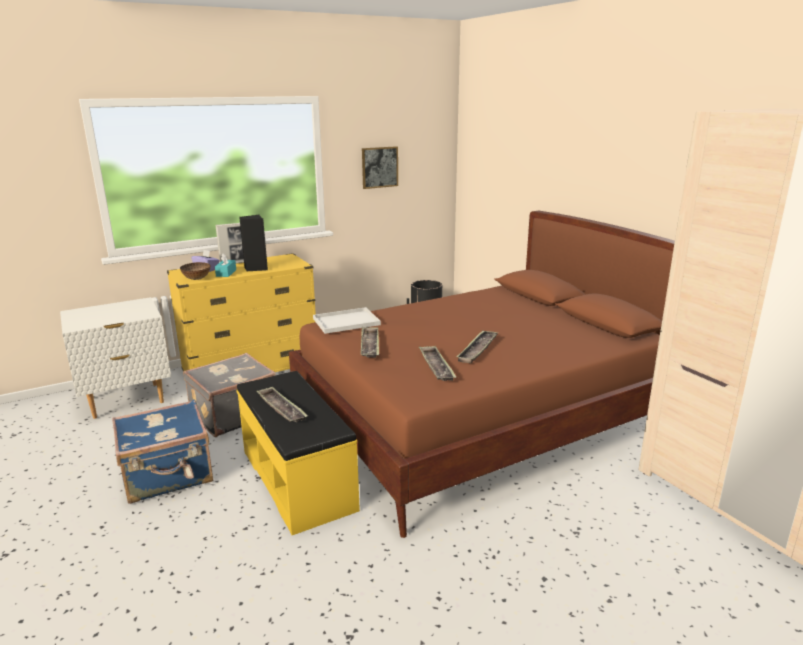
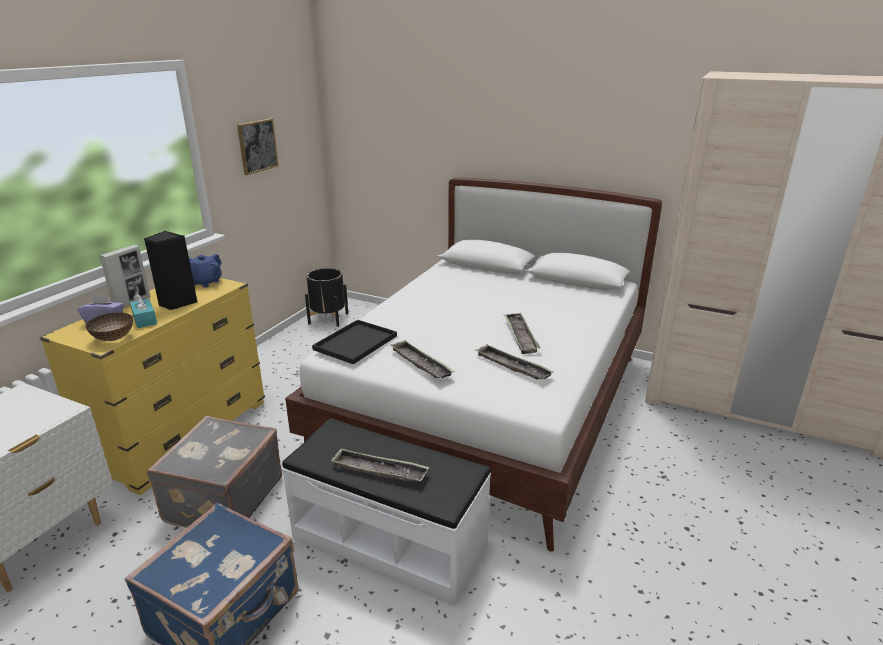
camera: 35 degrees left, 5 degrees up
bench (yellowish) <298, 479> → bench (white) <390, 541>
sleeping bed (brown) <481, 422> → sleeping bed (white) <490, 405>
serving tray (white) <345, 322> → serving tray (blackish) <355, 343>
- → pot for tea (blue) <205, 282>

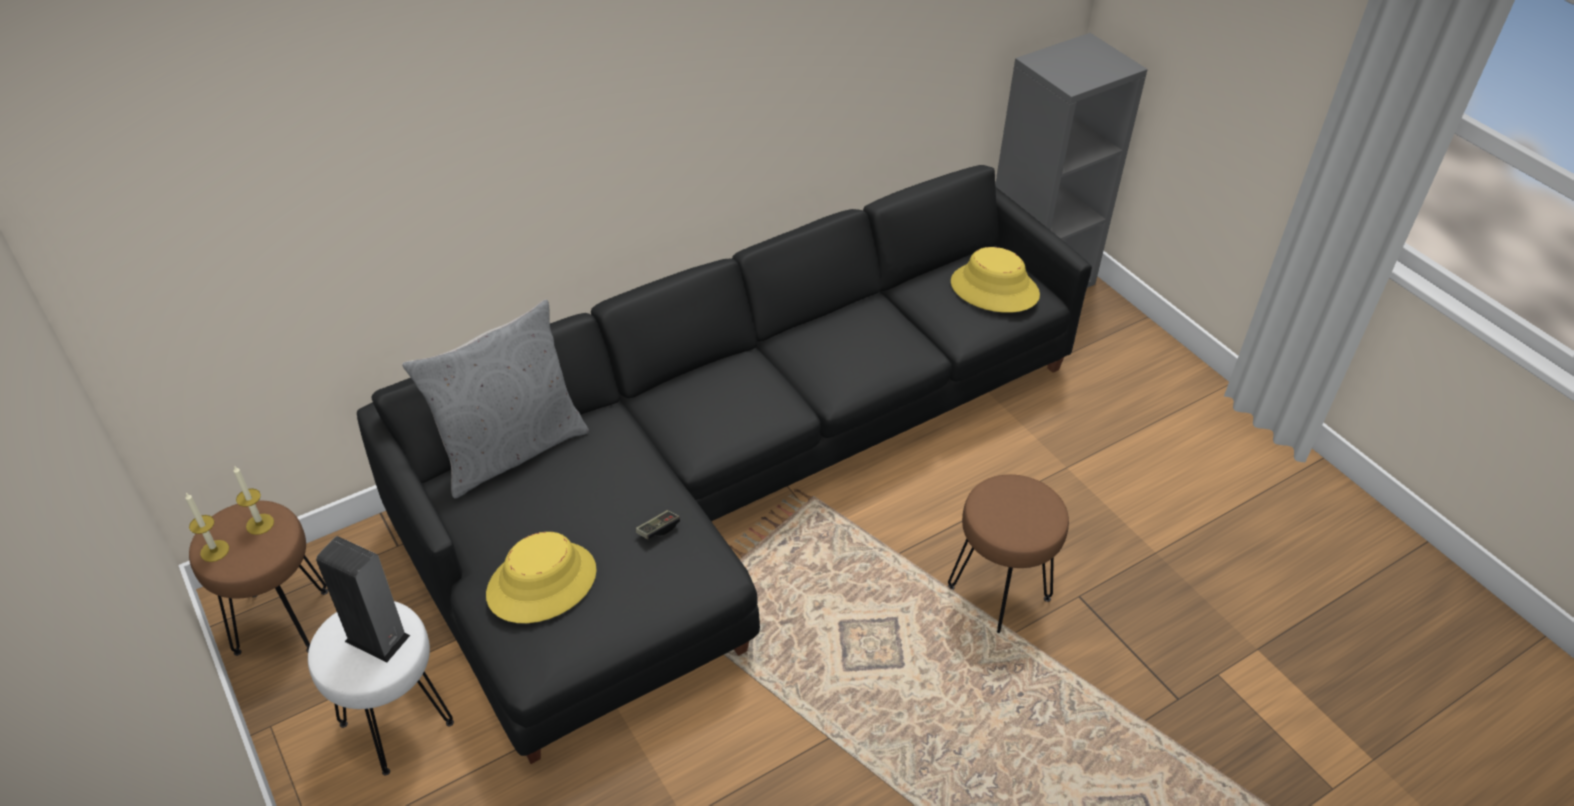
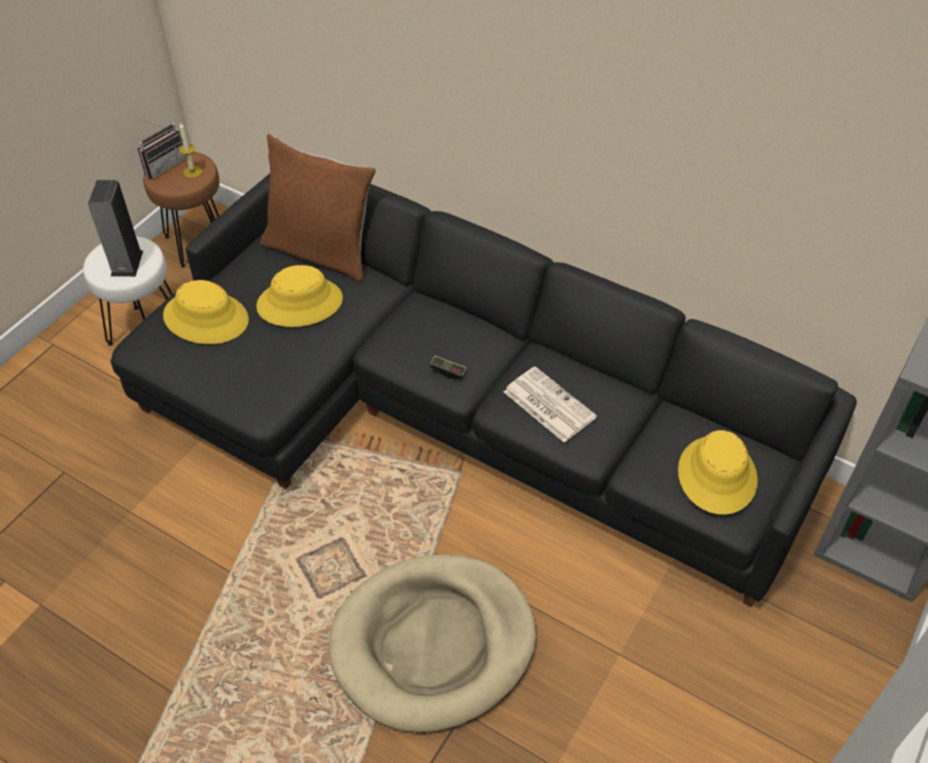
camera: 65 degrees right, 5 degrees up
wax light <214, 551> → radio set <163, 165>
throw pillow (grey) <510, 449> → throw pillow (brown) <321, 251>
game controller <658, 529> → game controller <448, 371>, relocated
stool seat (brown) <998, 592> → pet bed (sand-coloured) <433, 644>
- → clothing hat (yellowish) <300, 302>
- → newspaper <547, 404>

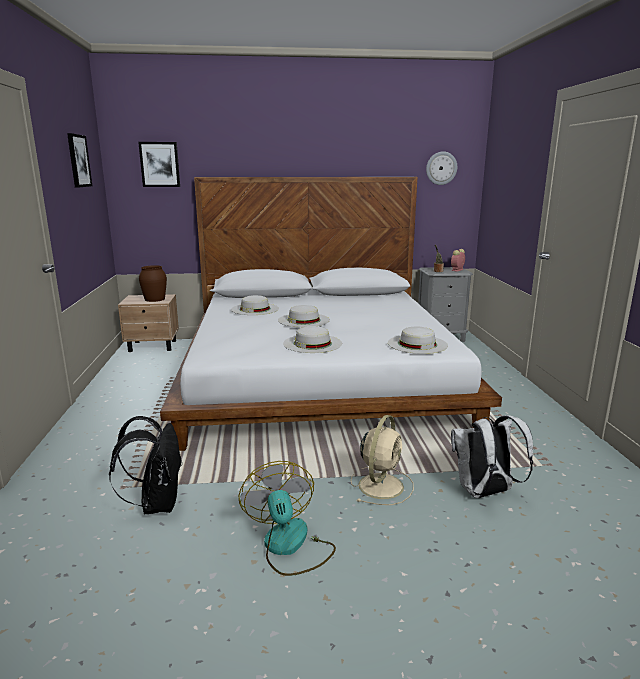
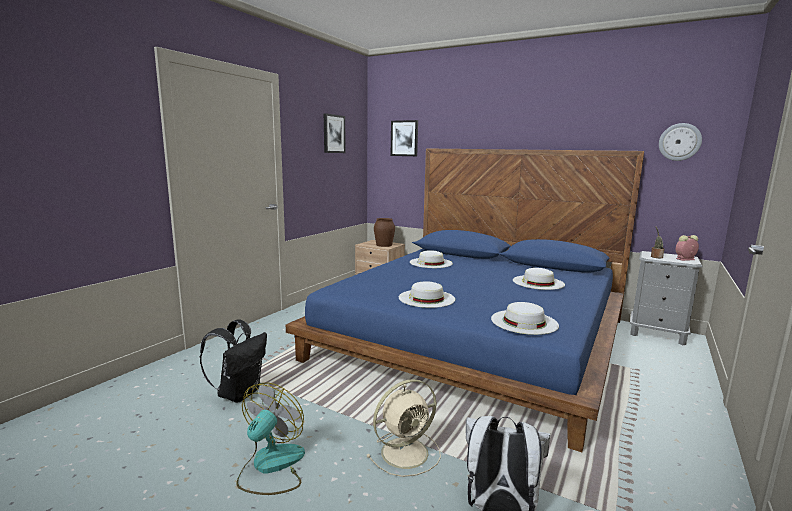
camera: 35 degrees right, 5 degrees down
sleeping bed (white) <318, 377> → sleeping bed (blue) <474, 338>
clothing hat (white) <303, 320> → clothing hat (white) <538, 282>, relocated

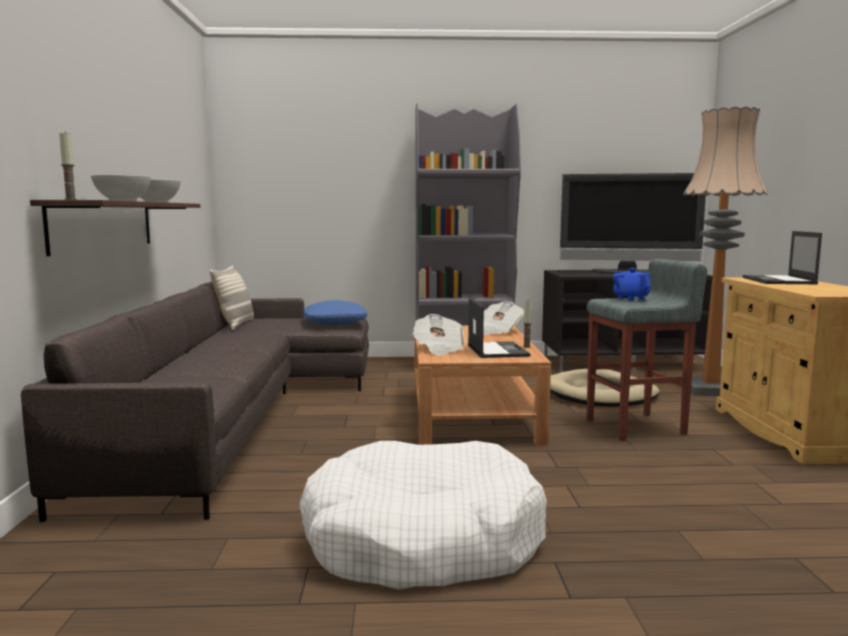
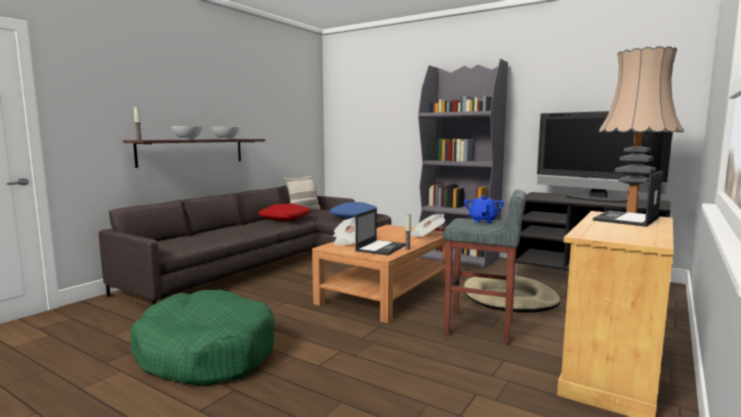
camera: 35 degrees right, 0 degrees up
pet bed (white) <422, 540> → pet bed (green-coloured) <206, 353>
- → throw pillow (red-coloured) <284, 218>

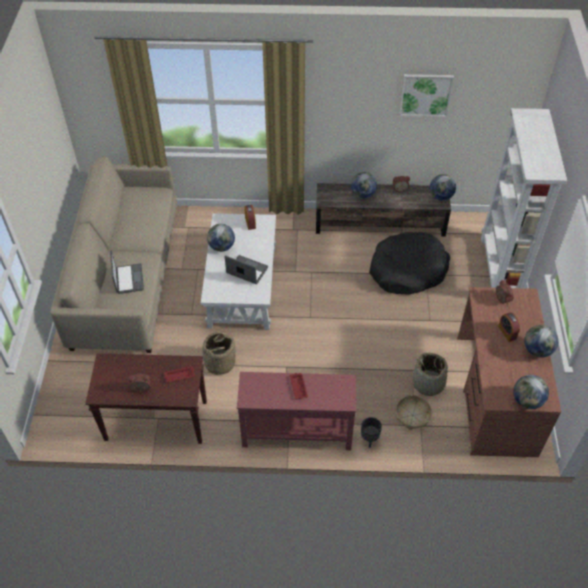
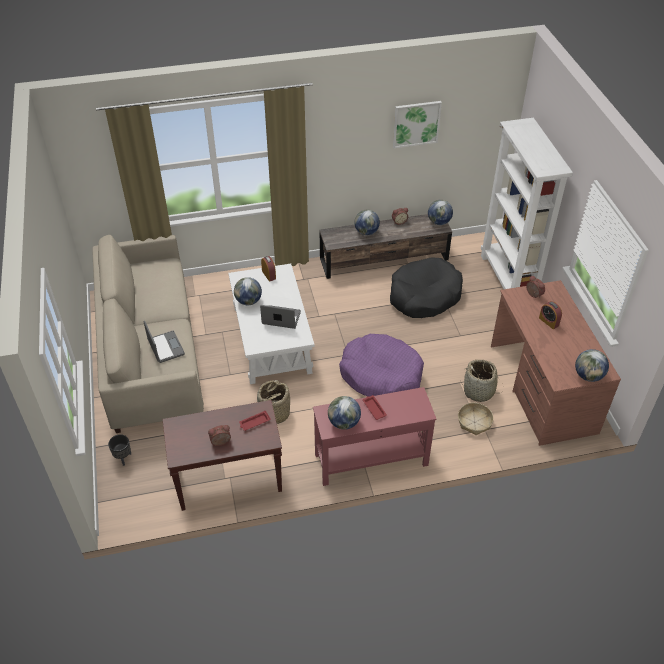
camera: 15 degrees left, 5 degrees down
flower pot (blackish) <369, 439> → flower pot (blackish) <123, 458>, relocated
desk globe <537, 350> → desk globe <344, 423>, relocated
- → pet bed (purple-coloured) <381, 375>

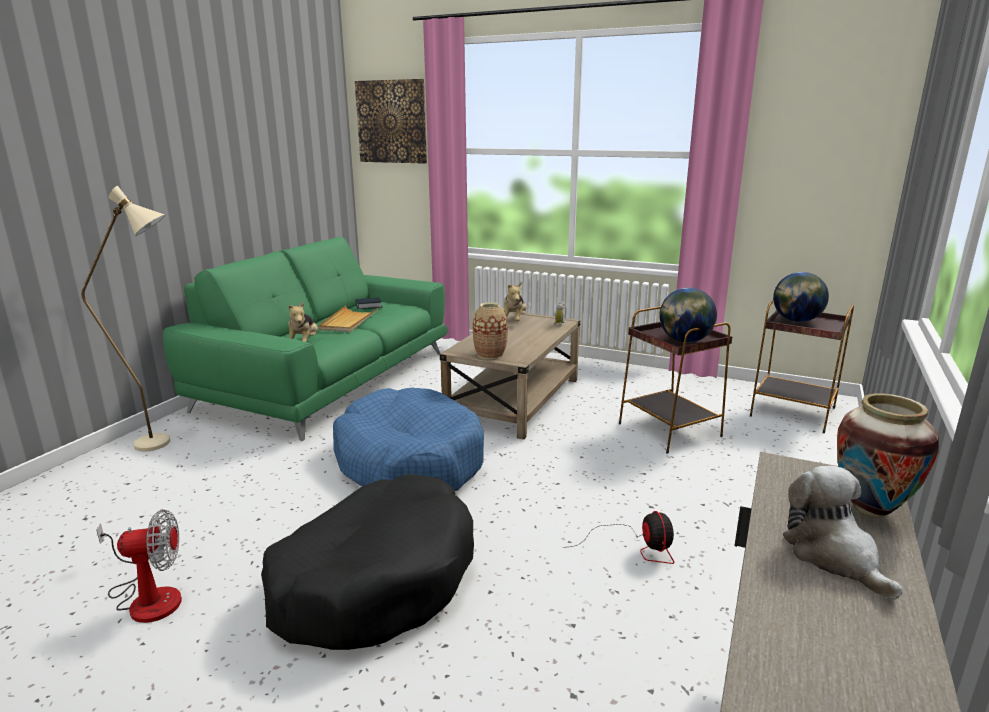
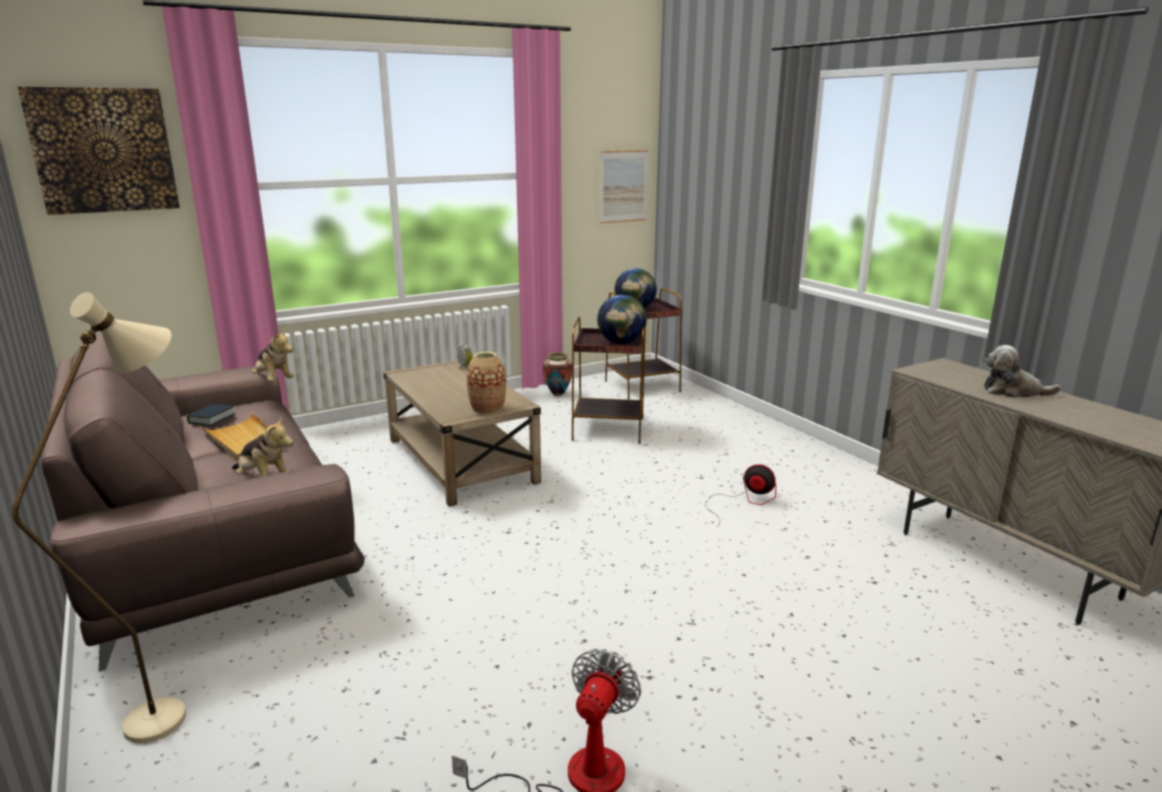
camera: 55 degrees left, 0 degrees up
sofa (green-coloured) <328, 380> → sofa (brown) <213, 537>
pet bed (blackish) <375, 579> → -
pet bed (blue) <409, 462> → -
cuddly toy <514, 321> → cuddly toy <273, 380>, relocated
decorative vase <869, 510> → decorative vase <557, 394>, relocated
- → picture <623, 186>

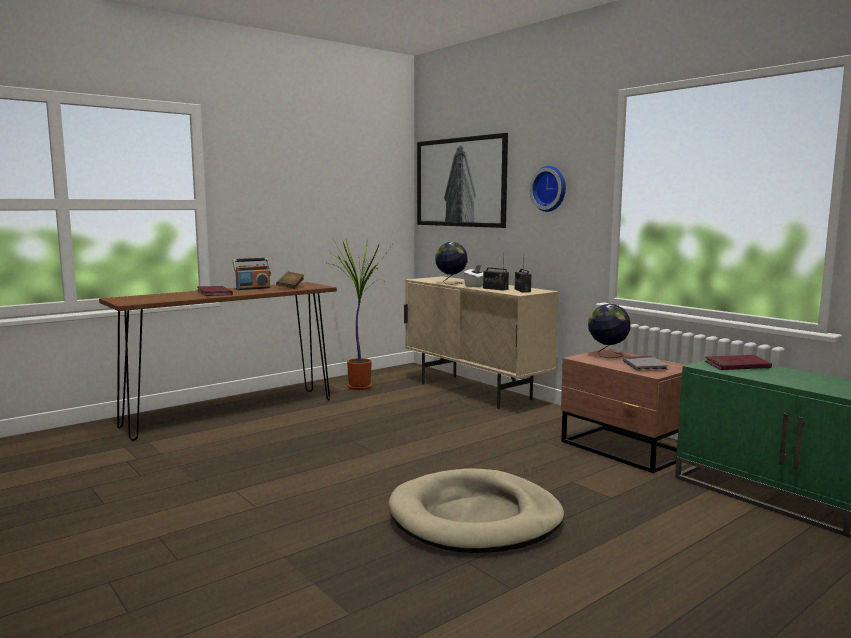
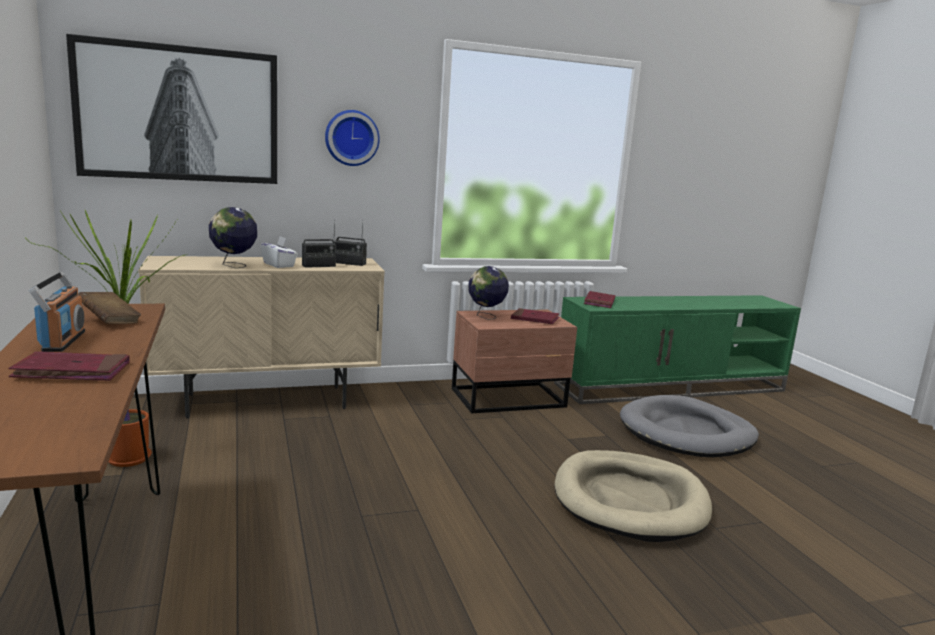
camera: 70 degrees left, 5 degrees up
volume (grey) <644, 366> → volume (red-coloured) <535, 319>
- → pet bed (grey) <687, 433>

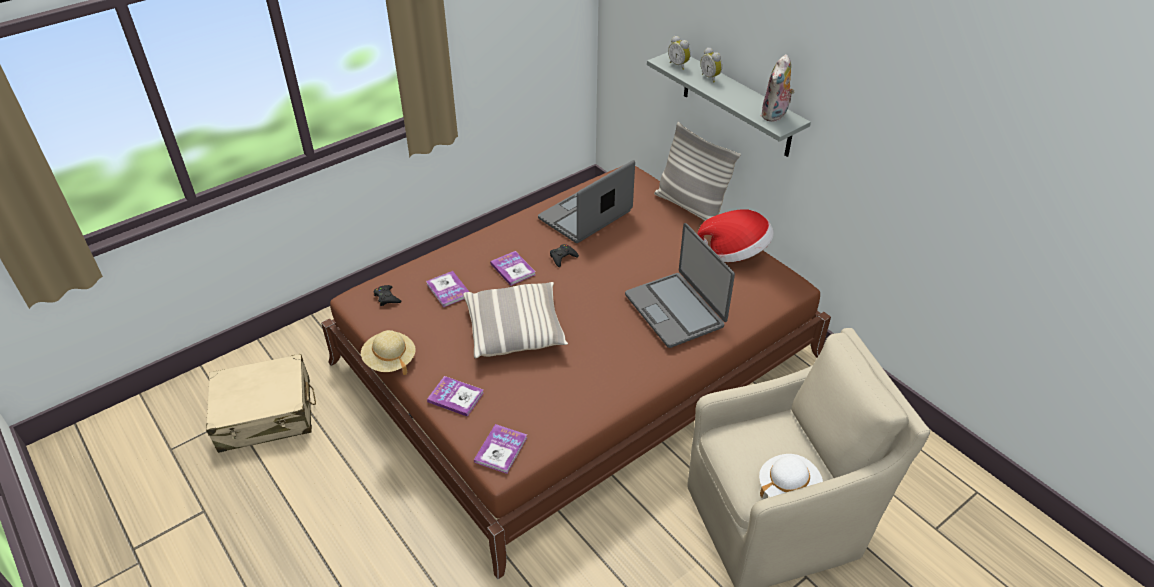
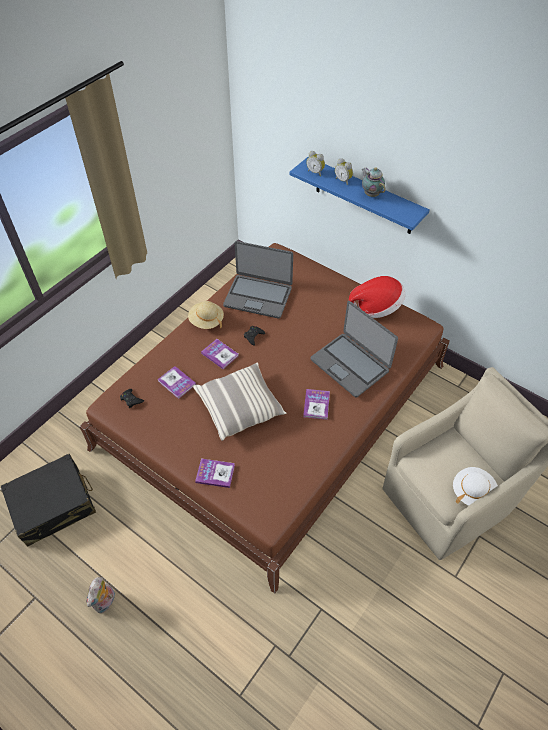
camera: 15 degrees left, 10 degrees up
suitcase (sand-coloured) <265, 414> → suitcase (blackish) <53, 505>
clothing hat (sand-coloured) <390, 360> → clothing hat (sand-coloured) <206, 321>, relocated
volume <501, 449> → volume <316, 405>, relocated
notebook computer <586, 216> → notebook computer <258, 296>, 105 degrees counterclockwise
shelf (grey) <737, 104> → shelf (blue) <364, 196>
throw pillow <690, 206> → -
cuddly toy <775, 115> → cuddly toy <106, 602>, relocated
- → pot for tea <371, 194>

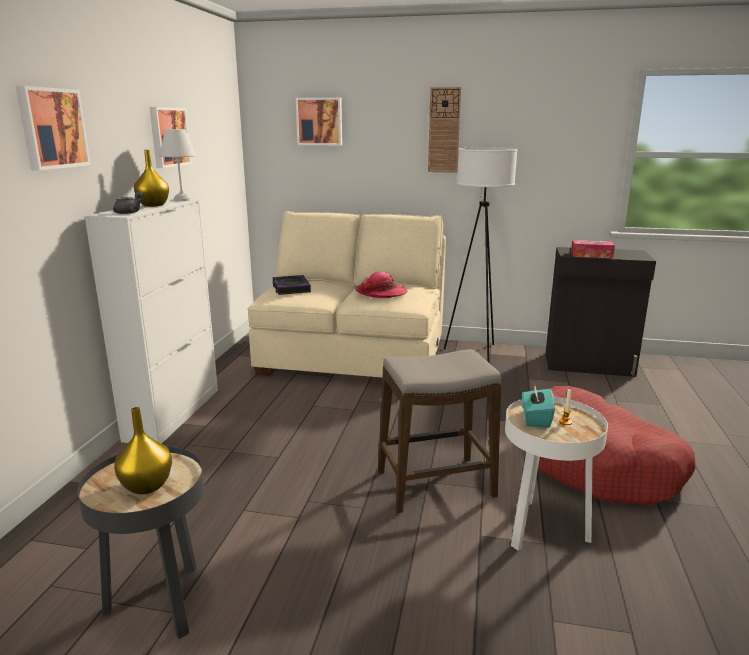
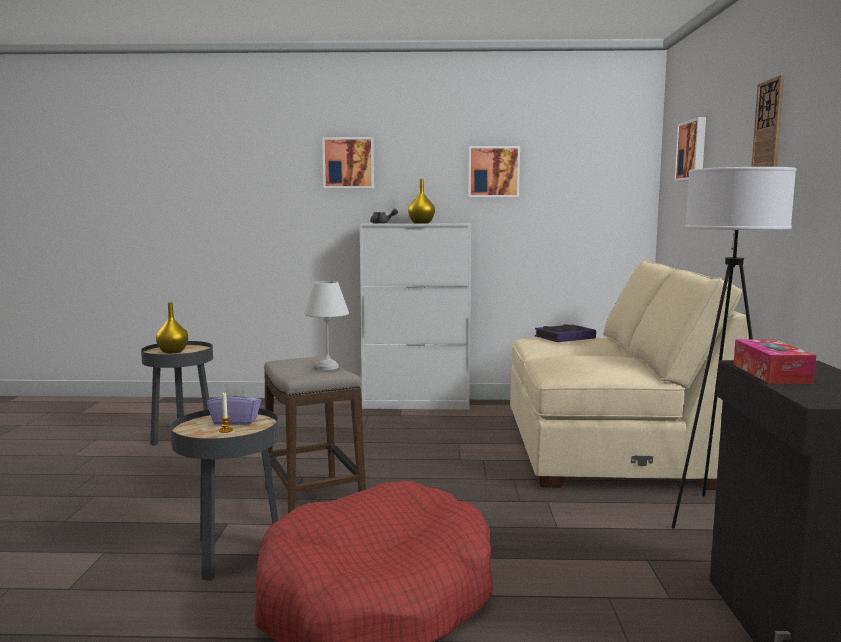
camera: 80 degrees right, 10 degrees down
table lamp (white) <182, 200> → table lamp (white) <326, 367>, relocated
clothing hat <381, 292> → -
end table (white) <543, 529> → end table (blackish) <230, 554>
box of tissues (turquoise) <536, 419> → box of tissues (purple-coloured) <235, 421>

